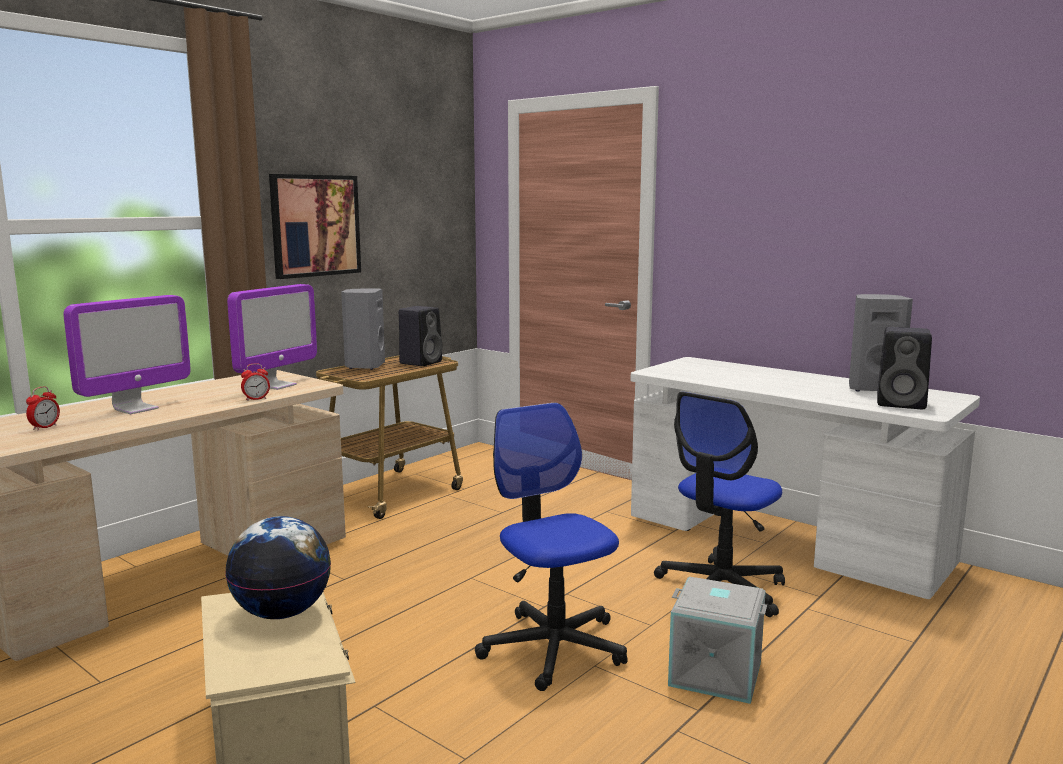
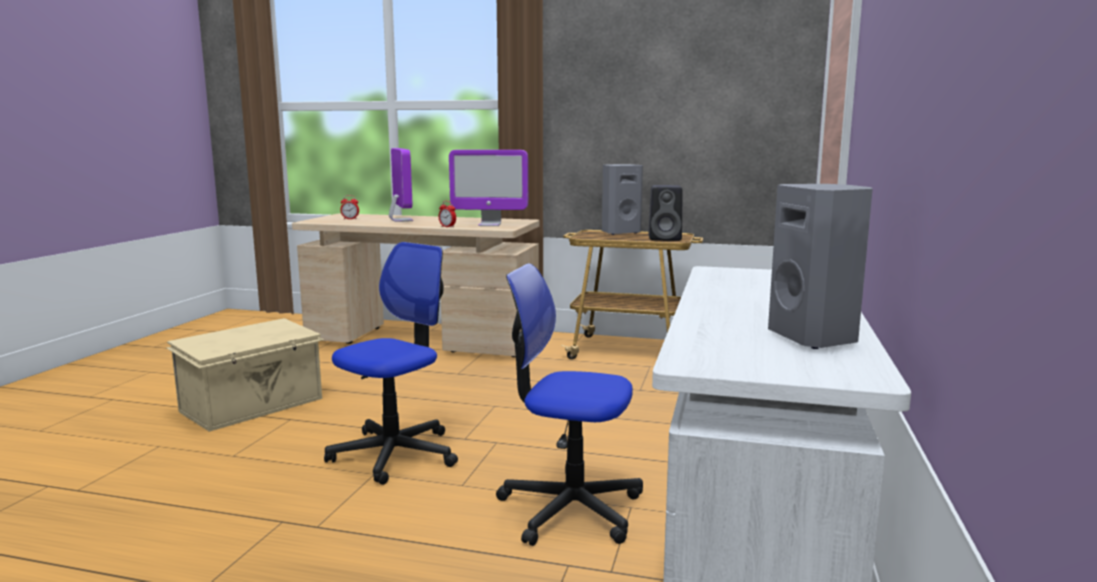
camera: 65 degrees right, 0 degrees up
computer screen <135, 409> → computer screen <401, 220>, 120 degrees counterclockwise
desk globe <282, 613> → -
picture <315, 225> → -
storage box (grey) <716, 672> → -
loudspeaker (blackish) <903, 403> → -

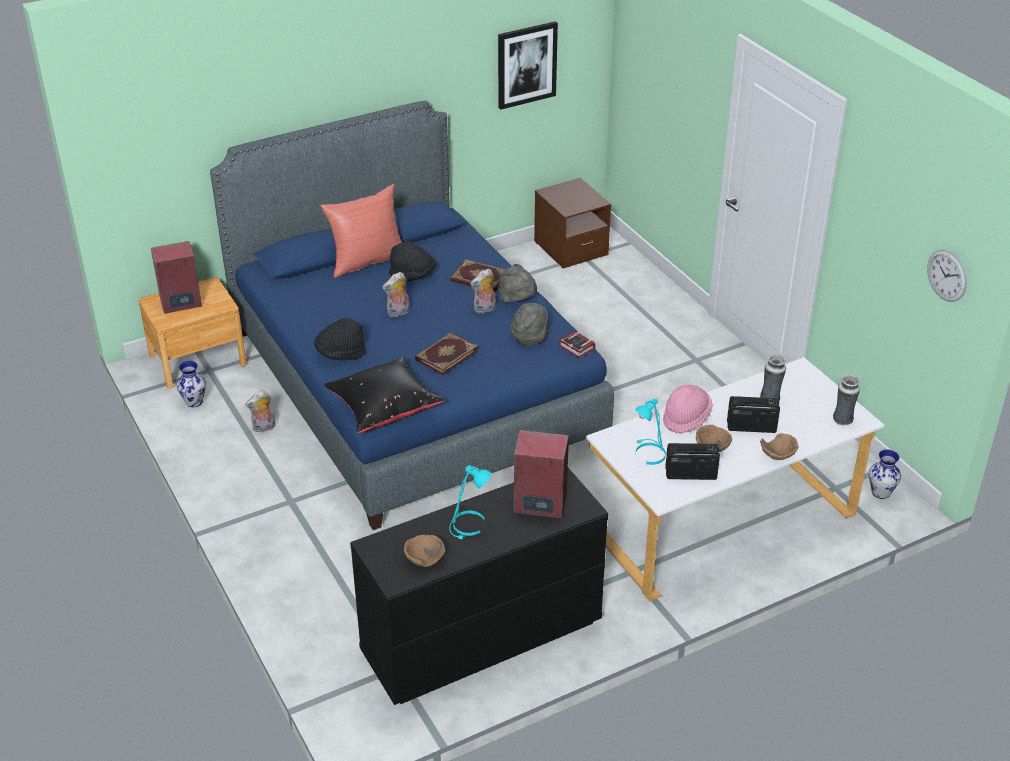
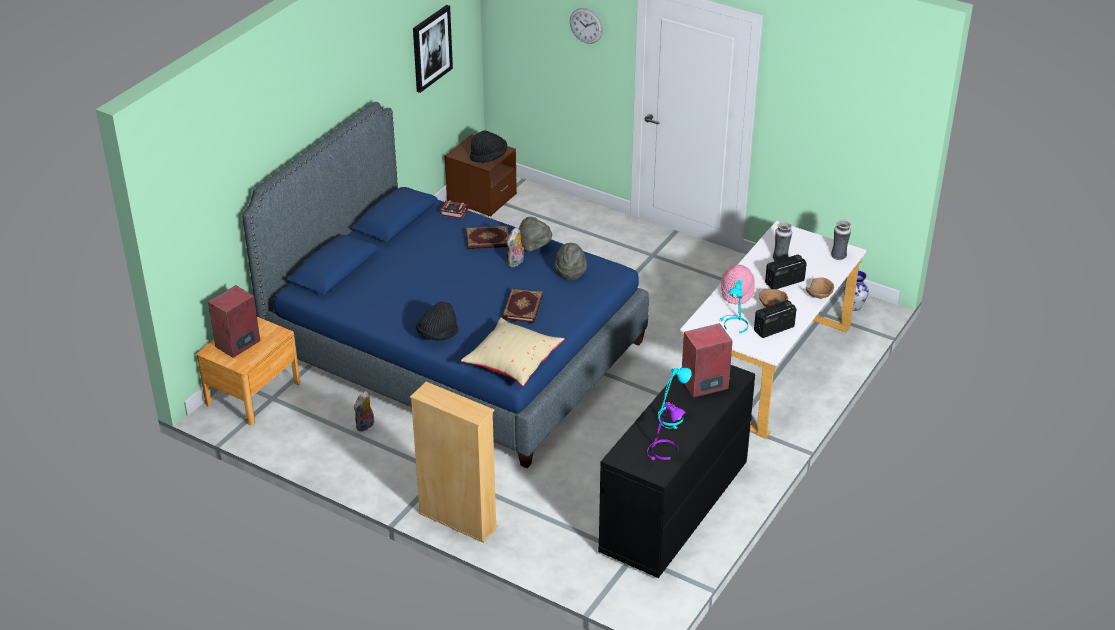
camera: 30 degrees left, 0 degrees up
decorative vase <194, 402> → -
throw pillow (red-coloured) <367, 261> → -
throw pillow (blackish) <383, 408> → throw pillow (sand-coloured) <512, 363>
cuddly toy <398, 313> → -
clothing hat (blackish) <413, 275> → clothing hat (blackish) <488, 156>, relocated
deep dish (brown) <425, 559> → table lamp (purple-coloured) <664, 452>
volume <577, 348> → volume <454, 213>, relocated
wall clock <947, 275> → wall clock <586, 25>, relocated
- → bookshelf (sand-coloured) <457, 520>

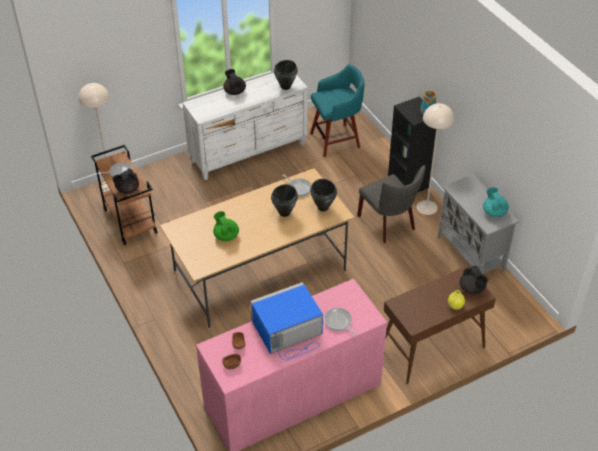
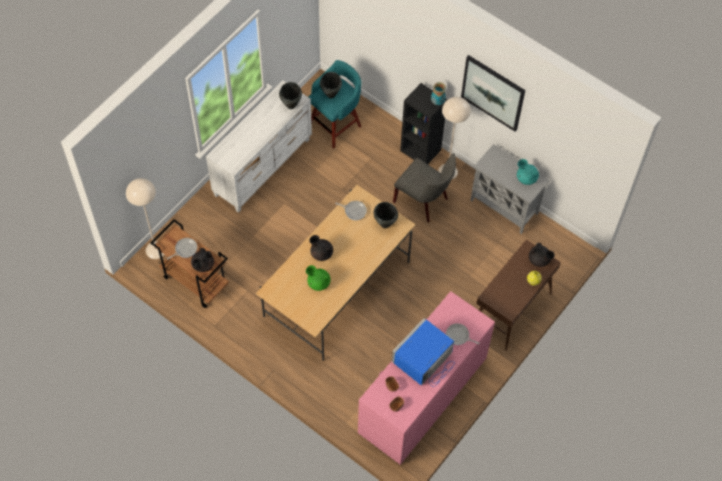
camera: 25 degrees left, 15 degrees up
pot for tea (blackish) <234, 91> → pot for tea (blackish) <321, 253>, relocated
stockpot (blackish) <285, 213> → stockpot (blackish) <331, 94>, relocated
- → picture <493, 92>

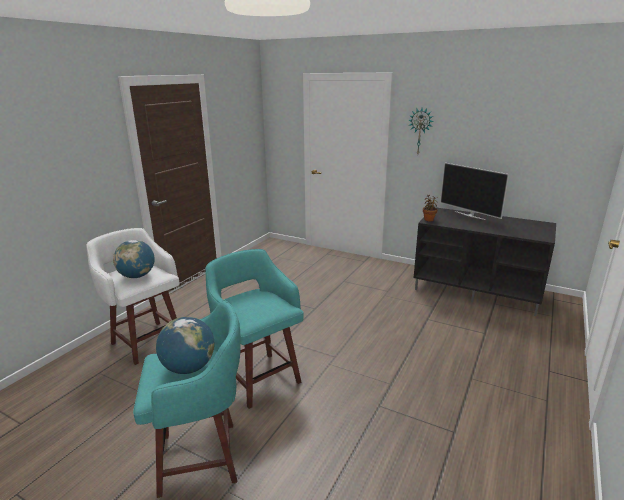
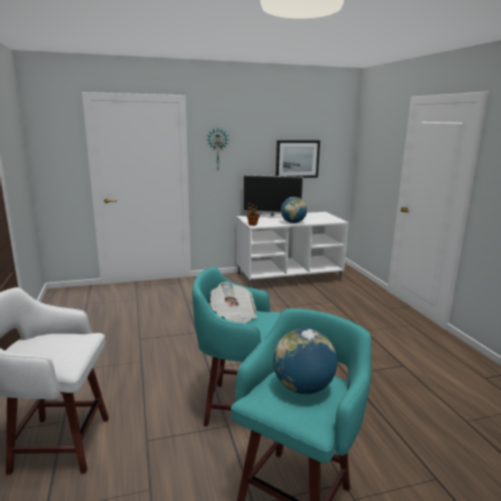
camera: 45 degrees left, 5 degrees down
desk globe <137, 276> → desk globe <293, 222>, relocated
tv unit (blackish) <477, 290> → tv unit (white) <289, 277>
- → newspaper <233, 316>
- → picture <297, 159>

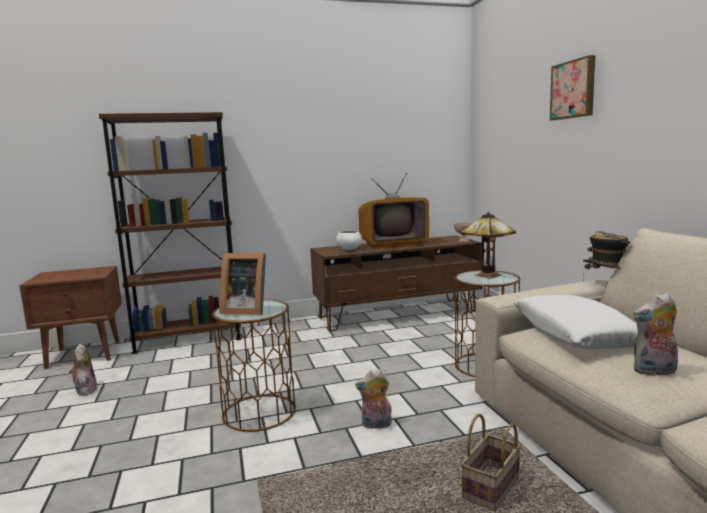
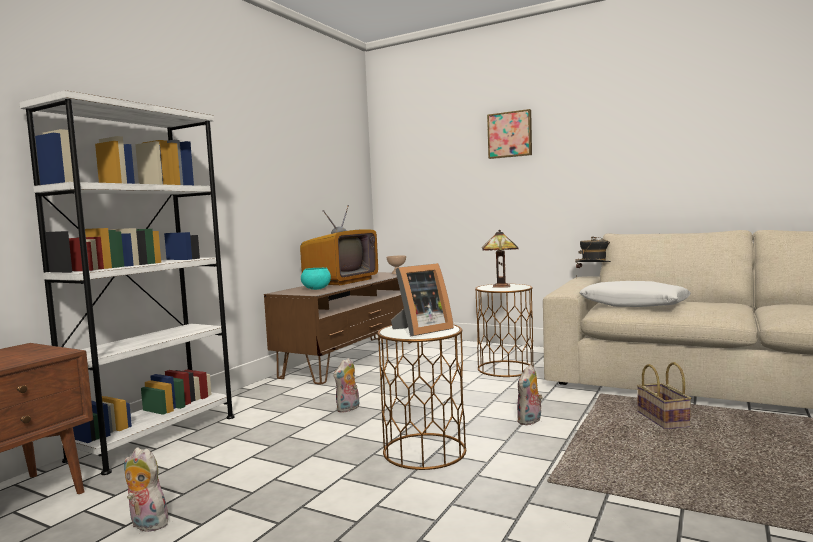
camera: 45 degrees left, 5 degrees down
bookshelf (brown) <189, 339> → bookshelf (white) <155, 437>
deep dish (white) <349, 249> → deep dish (turquoise) <316, 289>
cuddly toy <654, 371> → cuddly toy <348, 409>, relocated

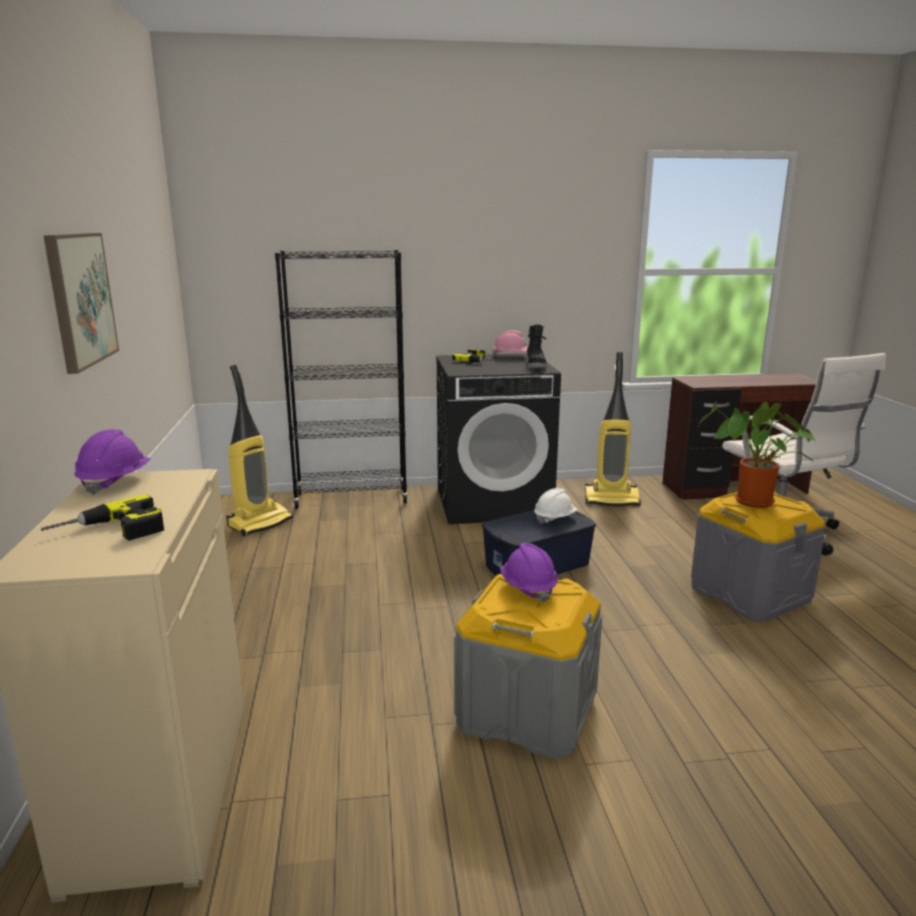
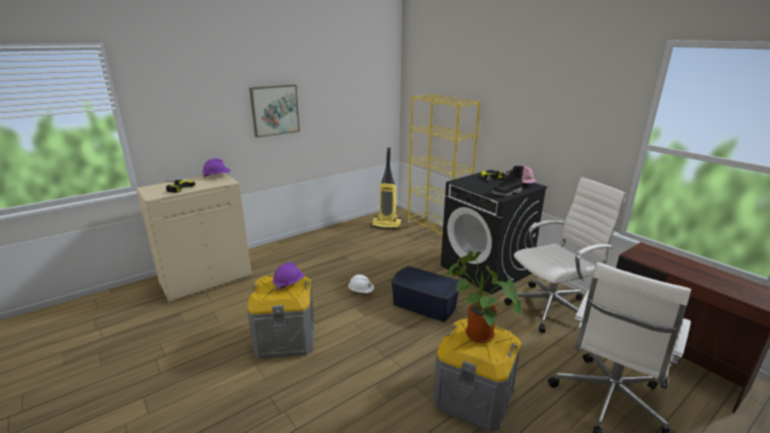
camera: 60 degrees right, 5 degrees up
bookshelf (blackish) <352, 498> → bookshelf (yellowish) <436, 233>
hard hat (white) <554, 519> → hard hat (white) <361, 291>, relocated
vacuum <612, 499> → desk chair (white) <552, 308>

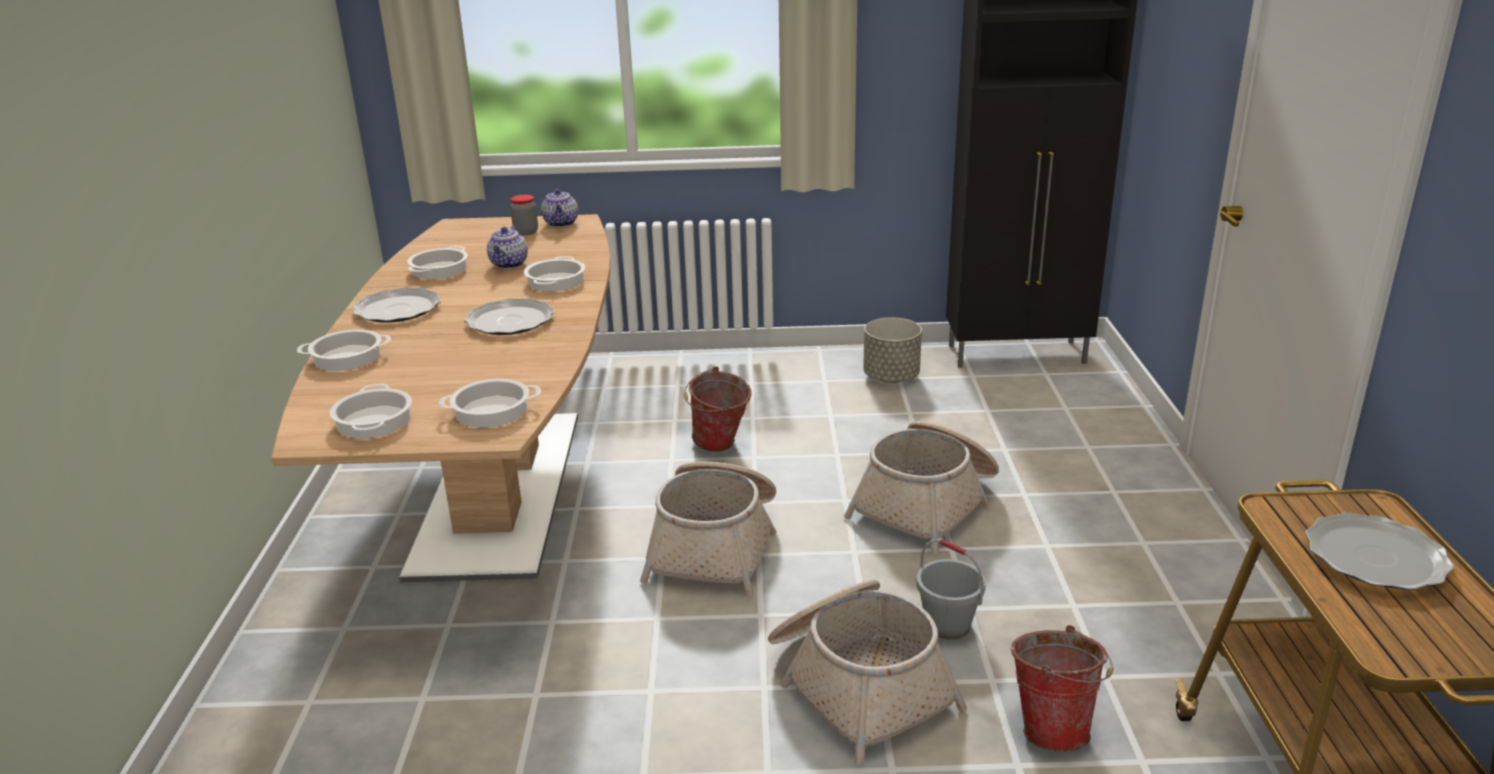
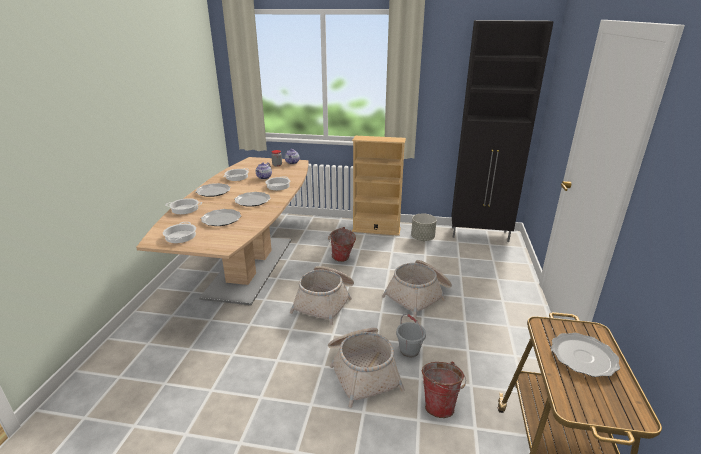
camera: 10 degrees right, 0 degrees up
stockpot <491, 411> → -
- → plate <221, 219>
- → bookshelf (sand-coloured) <376, 230>

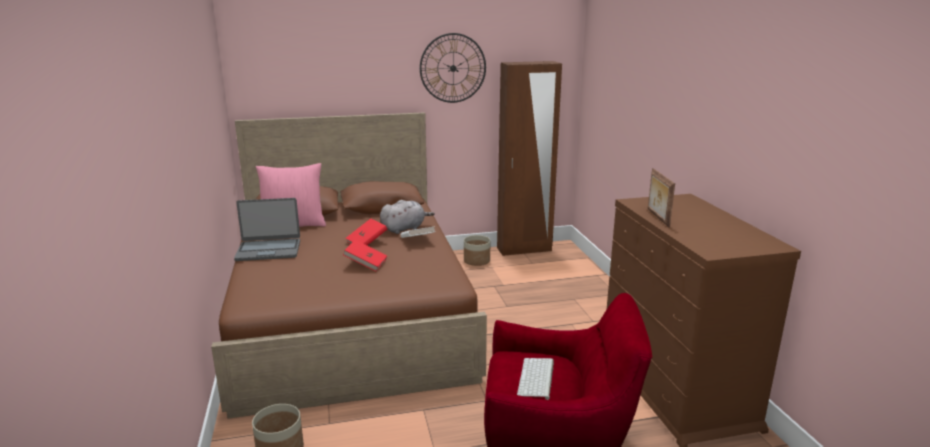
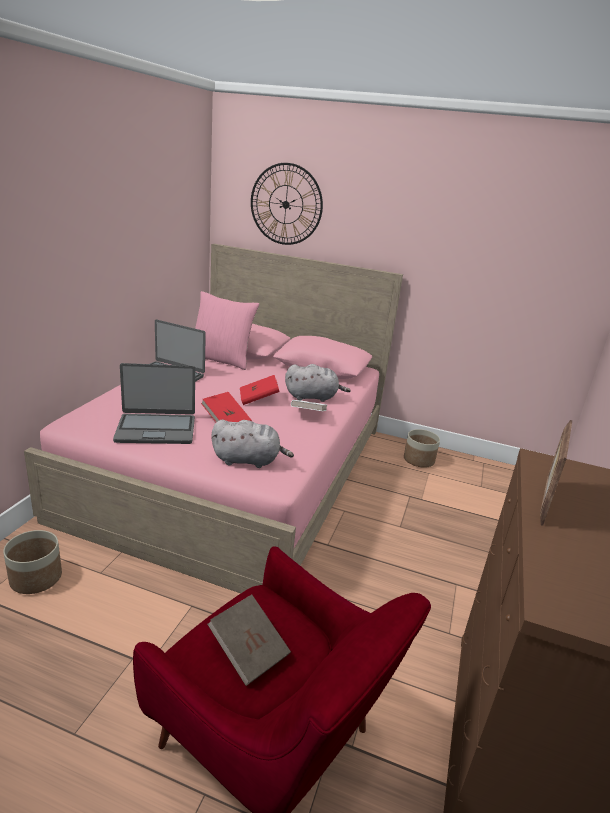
camera: 30 degrees right, 5 degrees up
sleeping bed (brown) <351, 315> → sleeping bed (pink-coloured) <237, 469>
wall clock <453, 68> → wall clock <286, 204>, relocated
clothes cupboard (brown) <524, 249> → -
keyboard <537, 379> → volume (brown) <248, 651>
- → notebook computer <156, 429>
- → cuddly toy (grey) <249, 460>

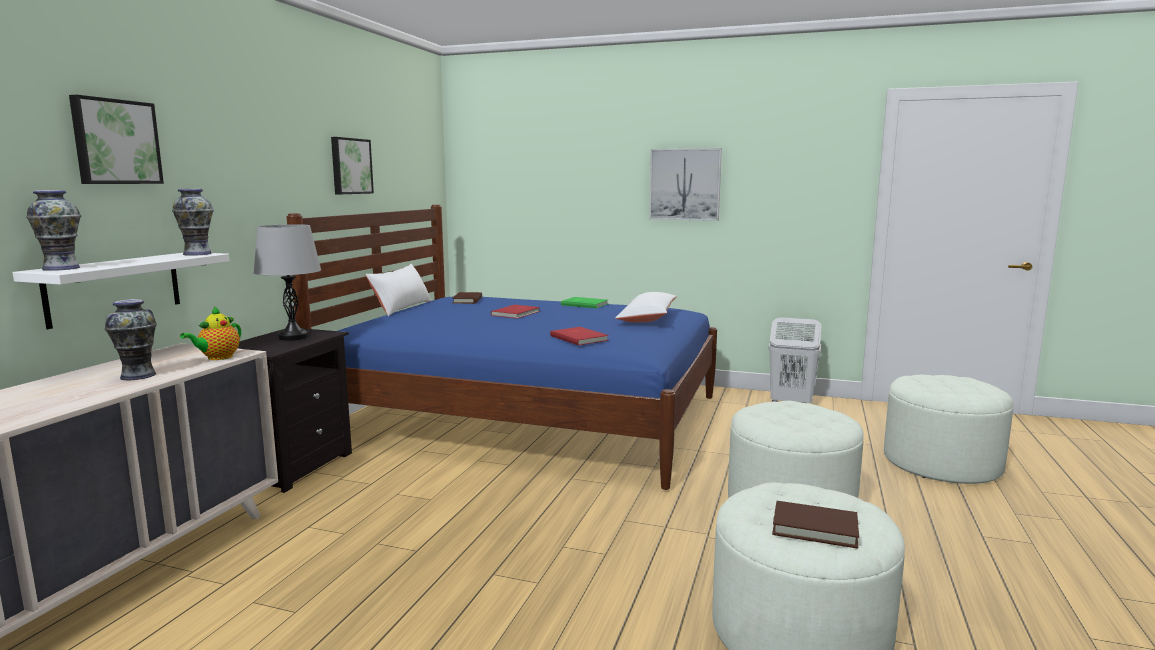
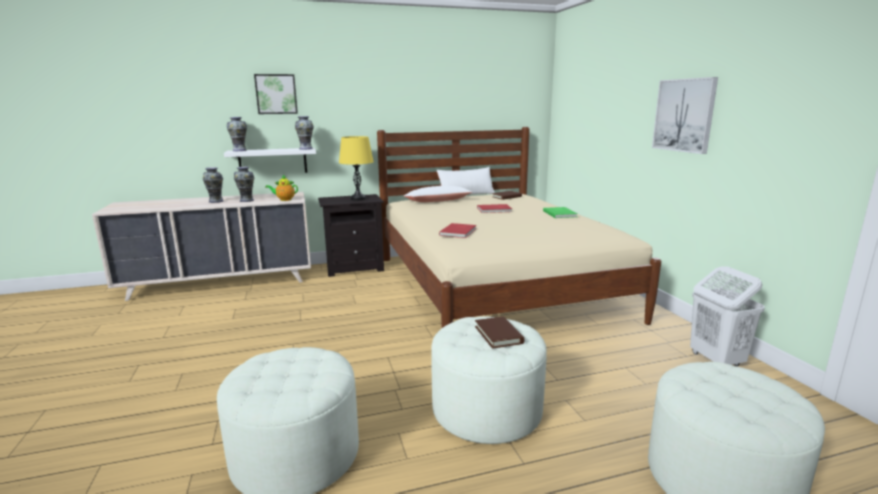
camera: 55 degrees right, 5 degrees up
table lamp (grey) <293, 337> → table lamp (yellowish) <358, 198>
sleeping bed (blue) <528, 418> → sleeping bed (sand-coloured) <493, 286>
picture <350, 166> → -
throw pillow (white) <647, 318> → throw pillow (white) <437, 201>, relocated
volume (brown) <814, 528> → volume (brown) <498, 335>, relocated
- → decorative vase <216, 201>

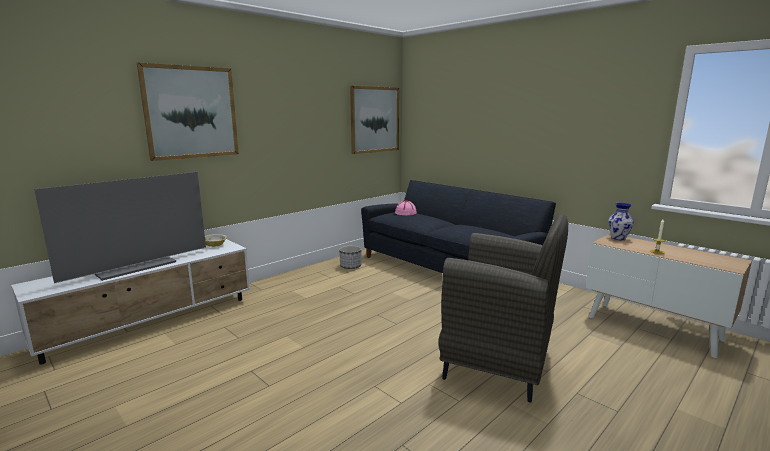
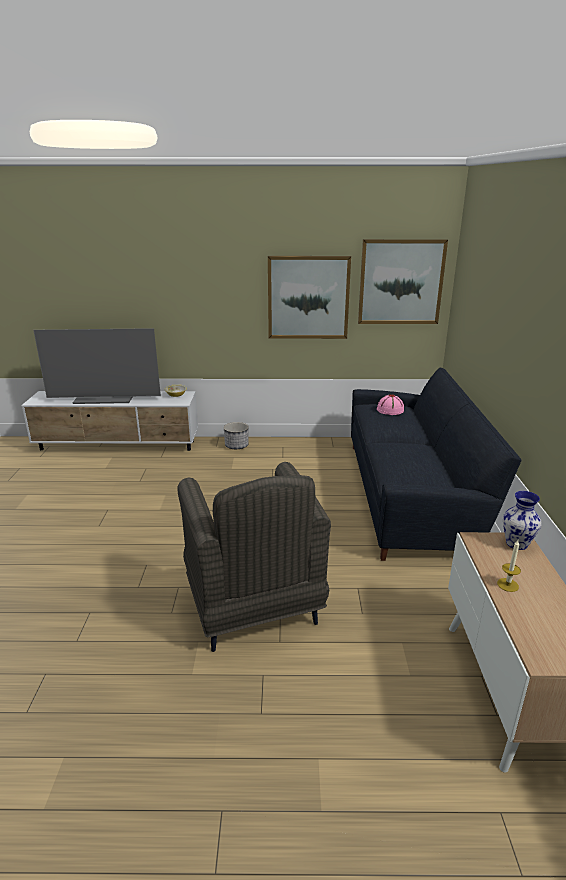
camera: 45 degrees right, 10 degrees up
picture <191, 112> → picture <308, 298>, relocated
flower pot <350, 266> → flower pot <237, 446>, relocated

